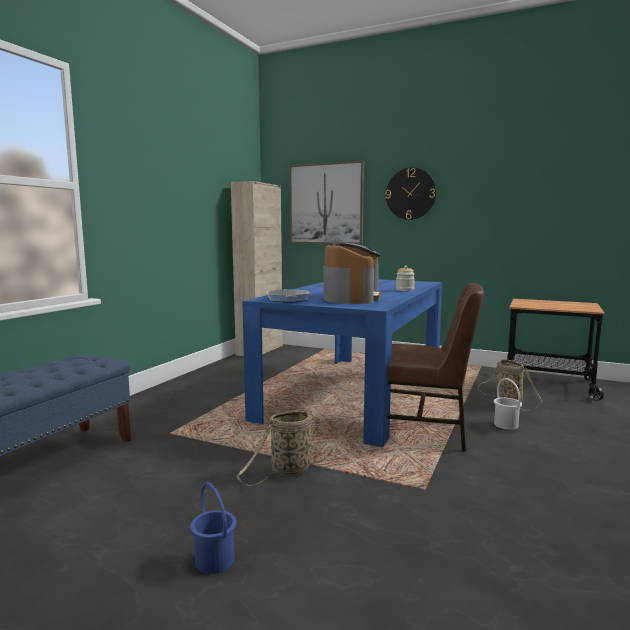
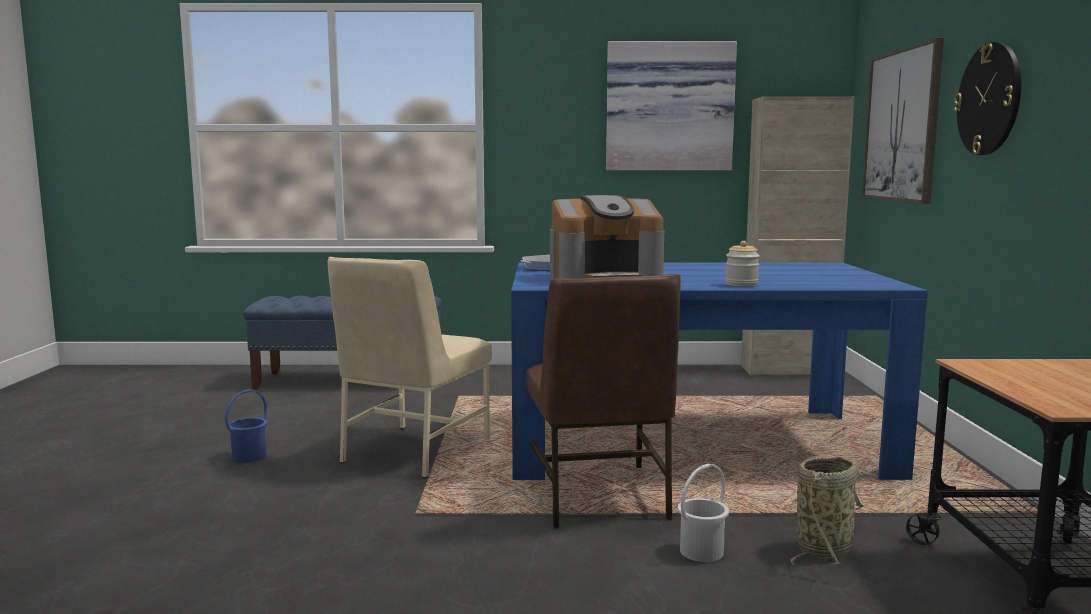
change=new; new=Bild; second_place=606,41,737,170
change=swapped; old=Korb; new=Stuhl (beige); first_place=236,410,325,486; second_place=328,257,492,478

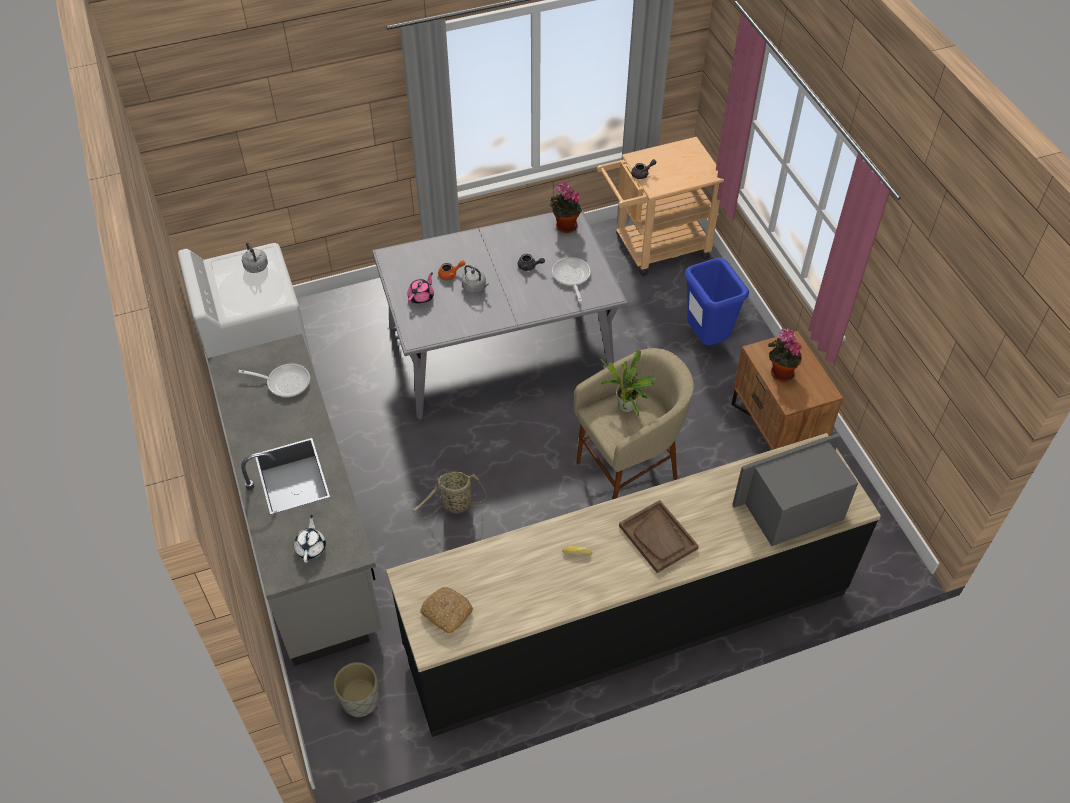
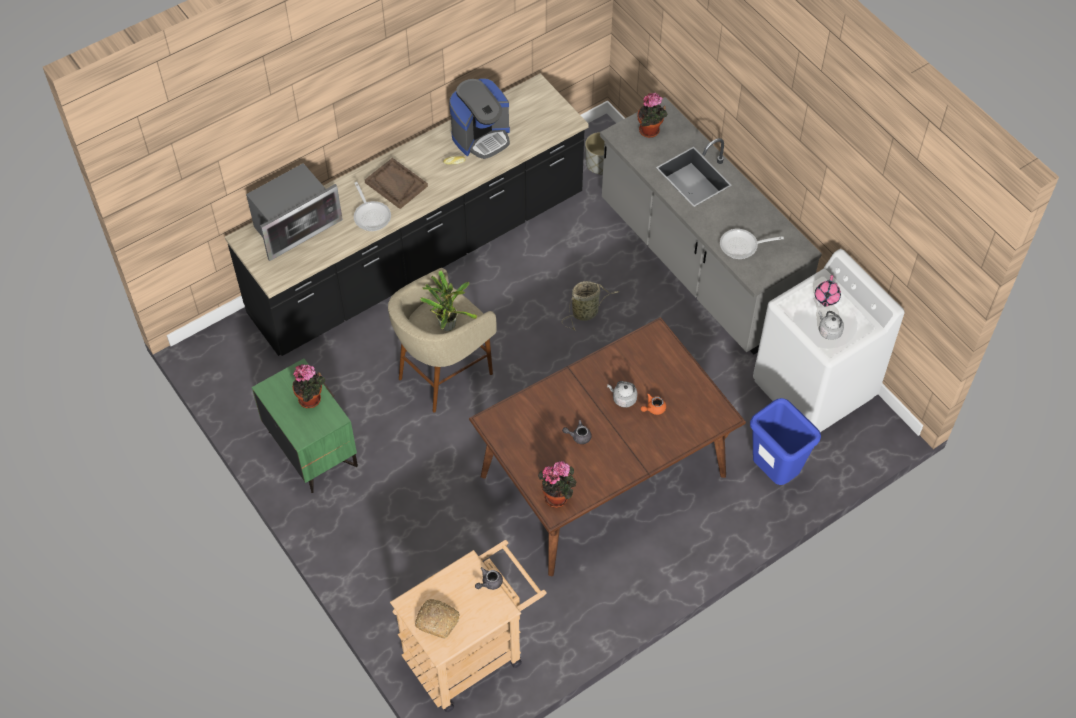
change=new; new=Kaffeemaschine; second_place=449,78,510,159
change=shifted; old=Teekanne (rosa); first_place=407,272,434,304; second_place=815,275,841,307
change=shifted; old=Brot; first_place=420,587,473,633; second_place=415,599,460,639
change=shifted; old=Pfanne; first_place=552,257,591,302; second_place=354,182,391,231
change=shifted; old=Mülleimer (blau); first_place=685,258,749,345; second_place=750,398,821,485
change=swapped; old=Teekanne (weiß); new=Topfpflanze; first_place=294,515,326,563; second_place=637,93,668,138
change=repainted; old=Esstisch (grau); new=Esstisch (braun); first_place=372,208,628,419; second_place=469,317,746,576
change=repainted; old=Nachttisch (braun); new=Nachttisch (grün); first_place=731,331,843,450; second_place=252,358,358,493

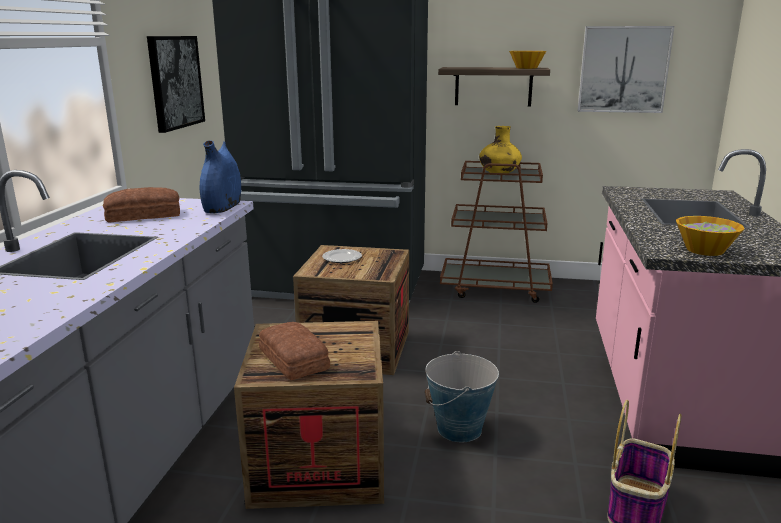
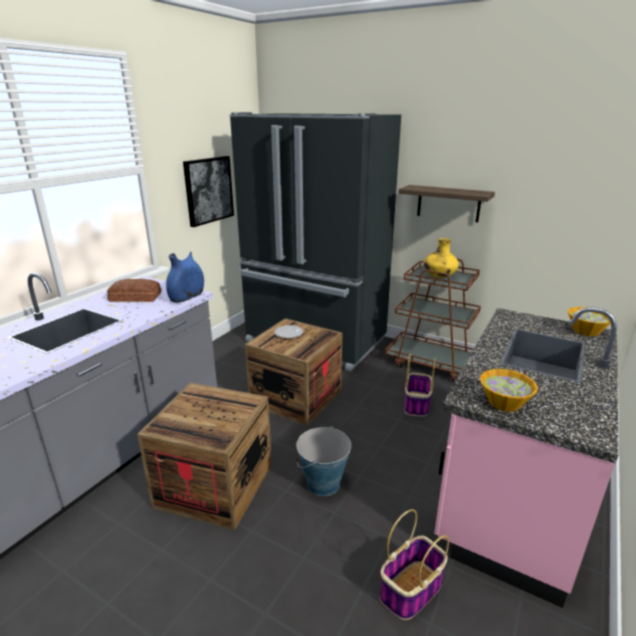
change=gone; old=Brot; first_place=259,322,330,380
change=gone; old=Bild; first_place=578,26,674,113
change=new; new=Korb; second_place=404,354,436,417
change=shifted; old=Schüssel; first_place=509,51,546,69; second_place=568,307,611,336

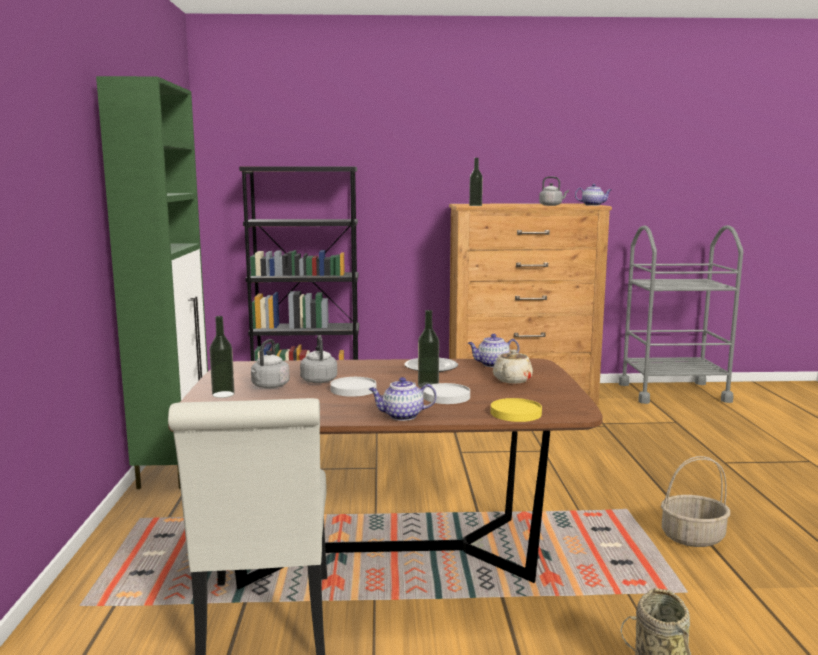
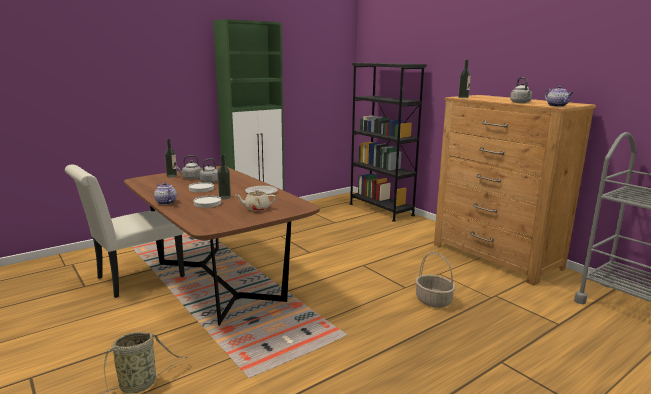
change=gone; old=Teekanne; first_place=468,334,519,367
change=gone; old=Teller (gelb); first_place=491,398,542,422
change=shifted; old=Korb; first_place=661,456,730,547; second_place=415,252,455,308

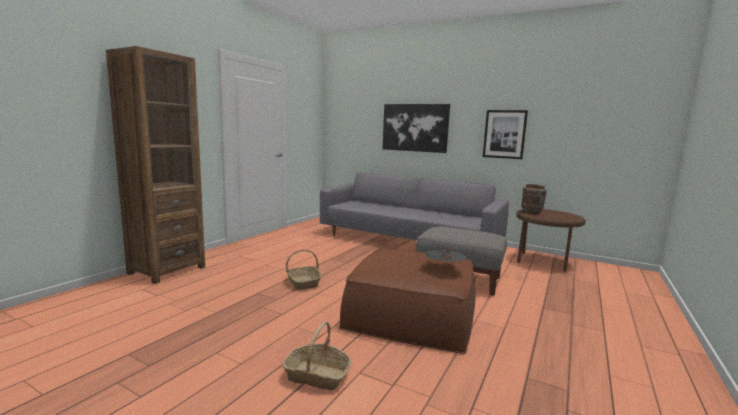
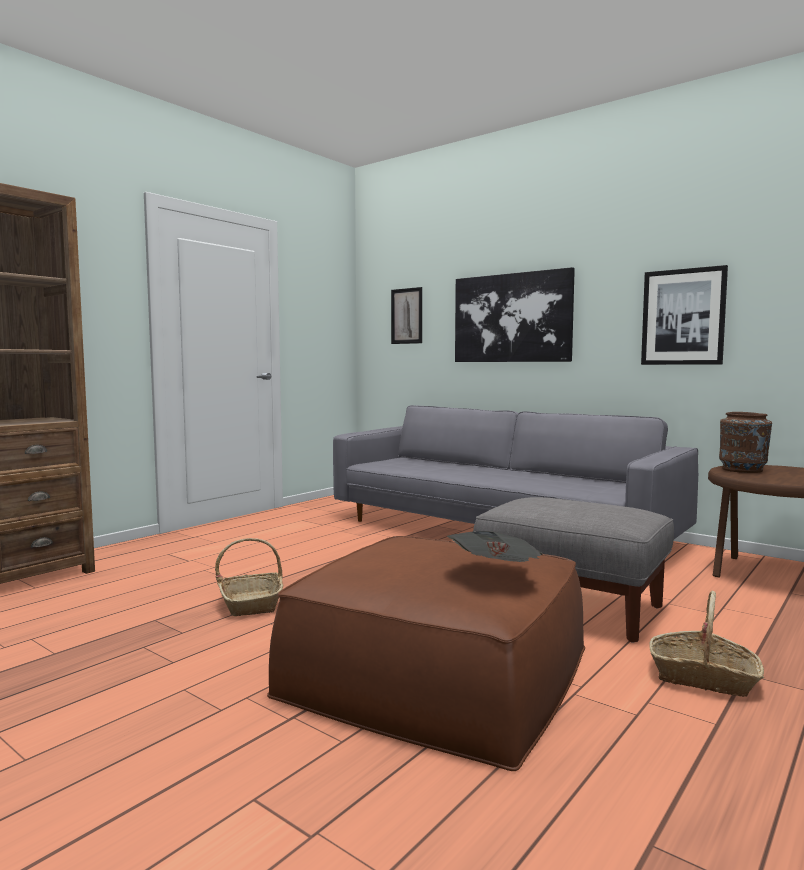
change=new; new=Bild; second_place=391,287,422,344
change=shifted; old=Korb; first_place=283,321,351,390; second_place=649,591,764,697

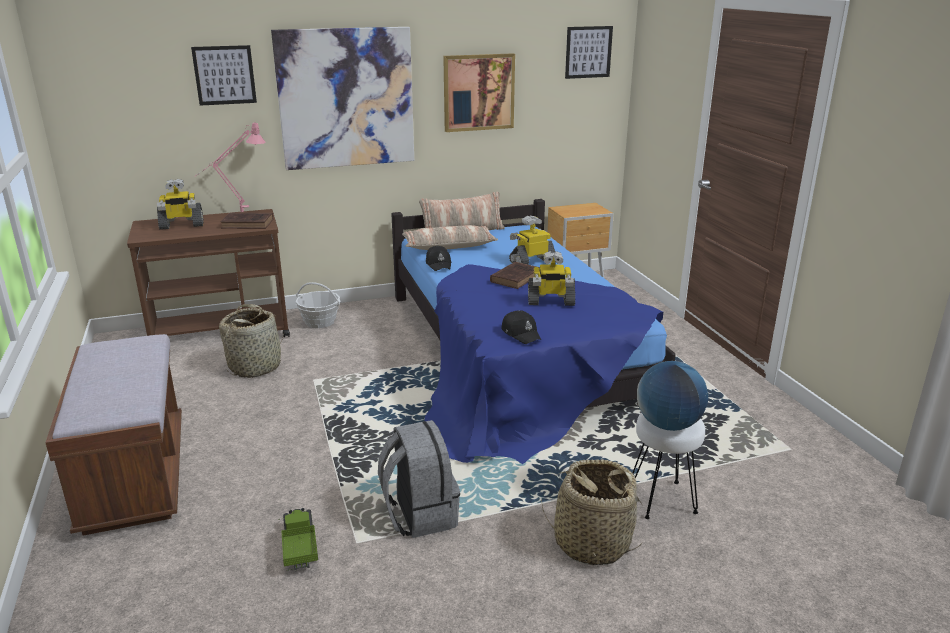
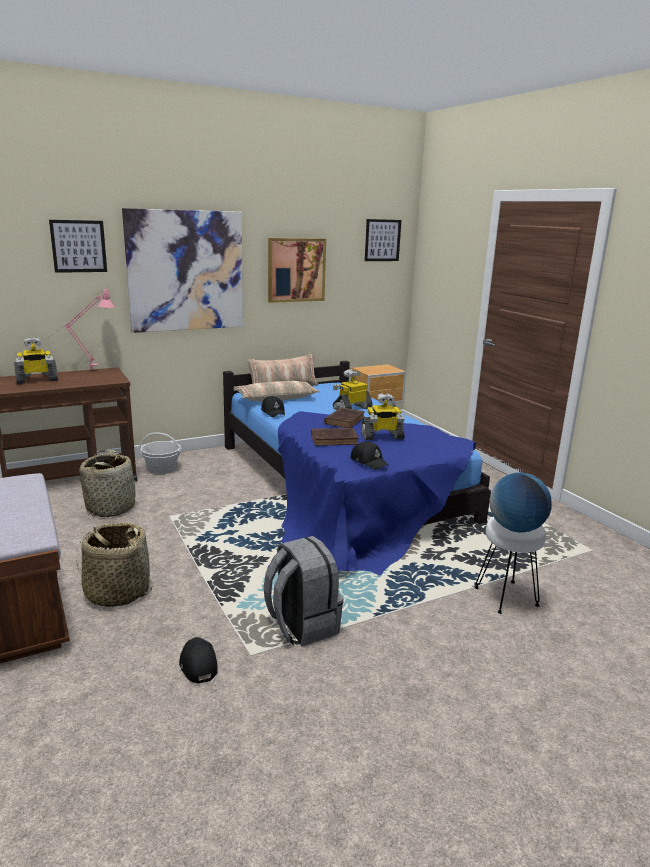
change=shifted; old=Buch (braun); first_place=220,213,273,229; second_place=311,428,359,446
change=shifted; old=Korb; first_place=541,459,643,566; second_place=76,522,152,607
change=swapped; old=Spielzeuglaster; new=Kappe (schwarz); first_place=278,508,318,570; second_place=179,637,218,683

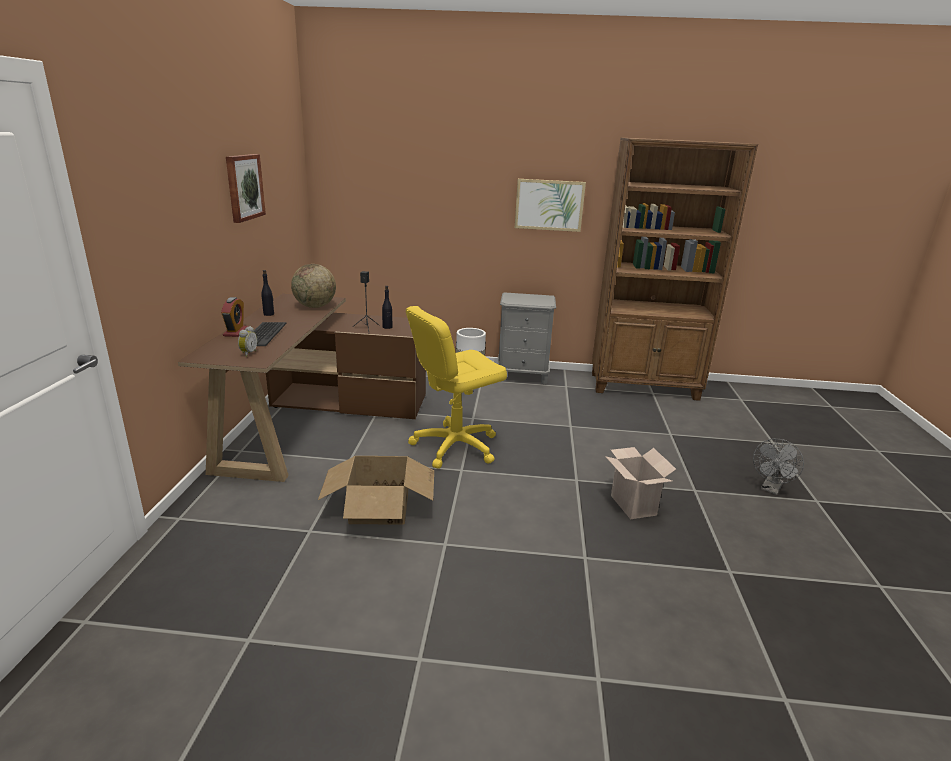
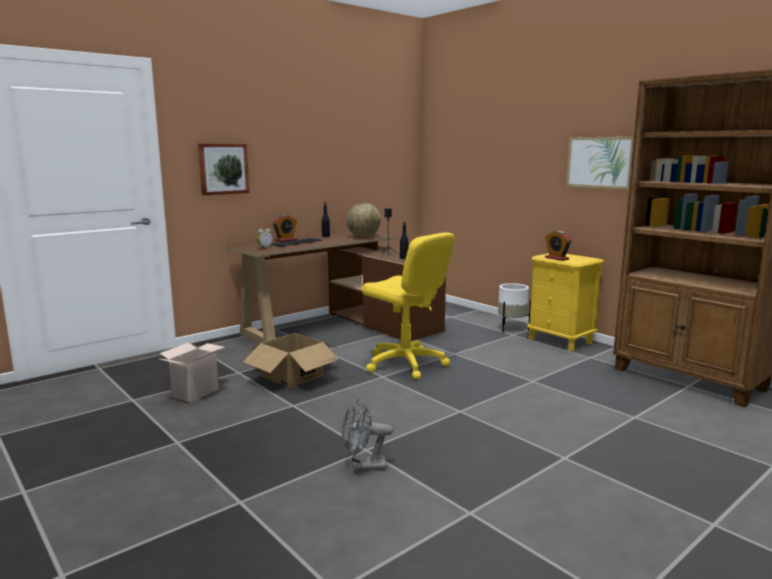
change=new; new=Wecker; second_place=545,231,572,261
change=shifted; old=Bild; first_place=226,154,266,223; second_place=198,144,250,195
change=shifted; old=Karton; first_place=605,447,676,519; second_place=160,343,225,403
change=shifted; old=Ventilator (grau); first_place=753,439,804,495; second_place=342,398,393,472
change=repainted; old=Nachttisch (grau); new=Nachttisch (gelb); first_place=497,292,556,384; second_place=527,253,604,351
change=rotated; old=Bürostuhl (gelb); first_place=406,306,507,468; second_place=362,232,455,379; degrees=-150

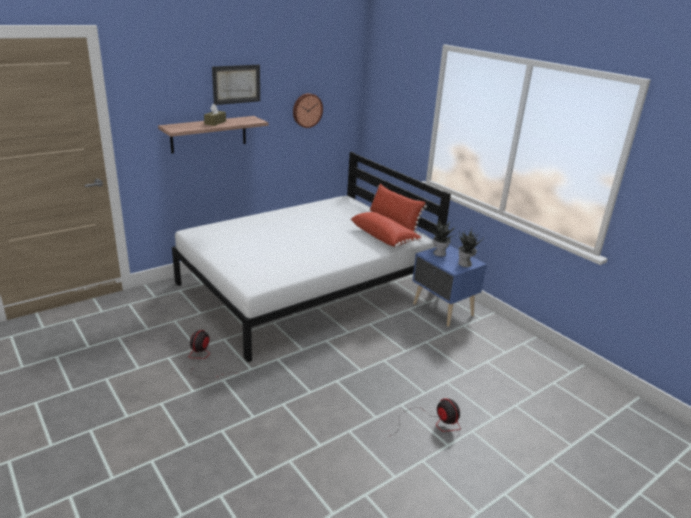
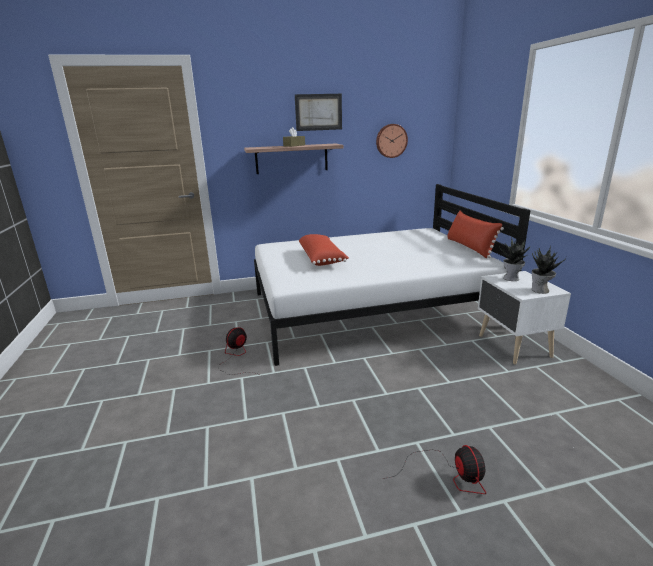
change=shifted; old=Kissen (rot); first_place=350,212,421,247; second_place=299,234,349,266
change=repainted; old=Nachttisch (blau); new=Nachttisch (weiß); first_place=412,245,487,326; second_place=478,271,571,364

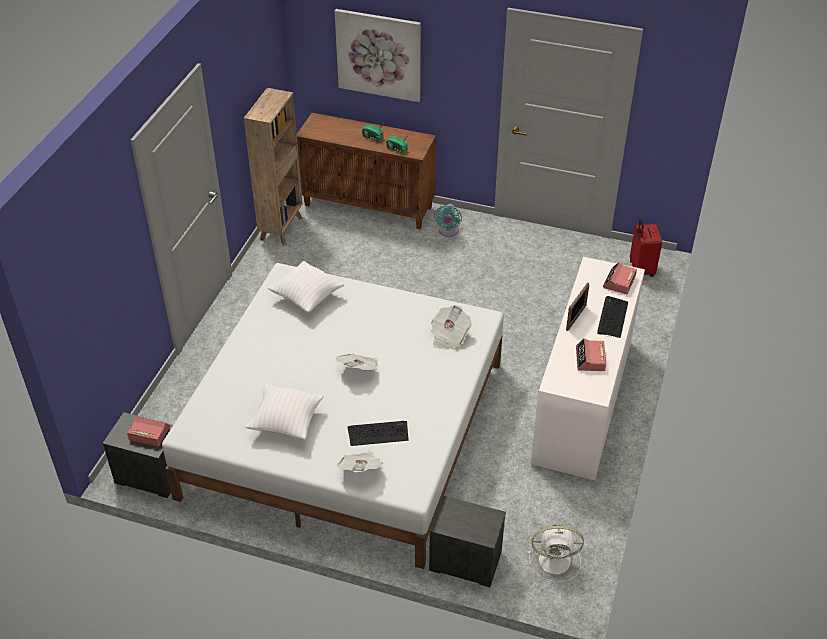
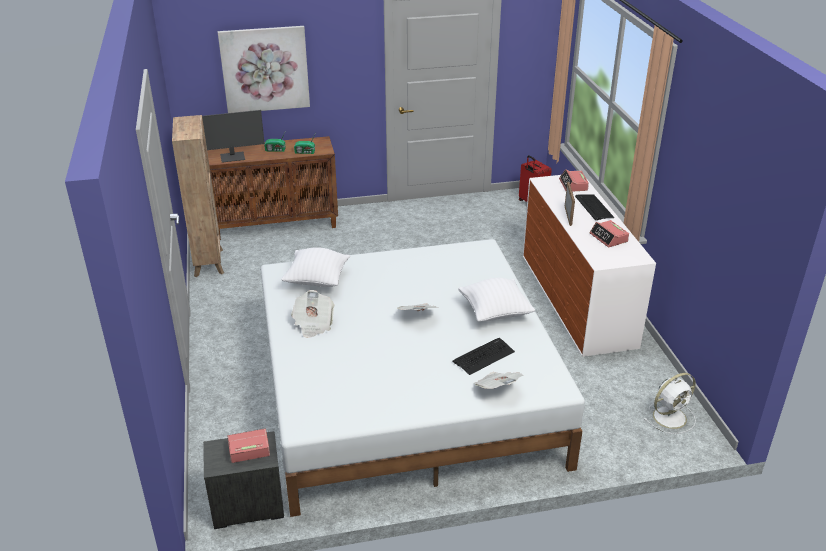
change=gone; old=Nachttisch; first_place=429,496,506,587
change=gone; old=Ventilator (türkis); first_place=434,204,462,237
change=new; new=Monitor; second_place=202,110,265,163
change=shifted; old=Kissen (weiß); first_place=246,384,324,440; second_place=459,278,535,322
change=shifted; old=Zeitung; first_place=431,305,471,349; second_place=291,290,334,338

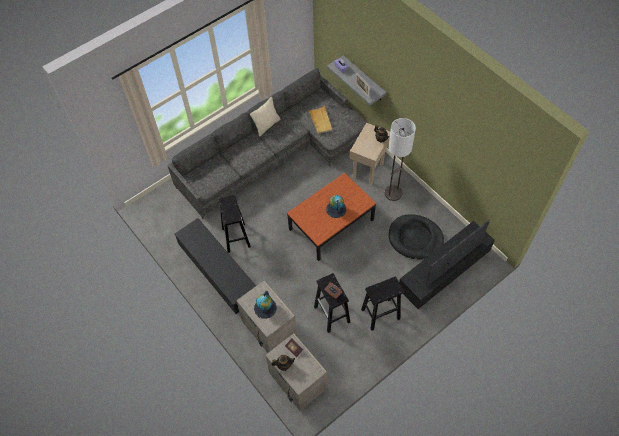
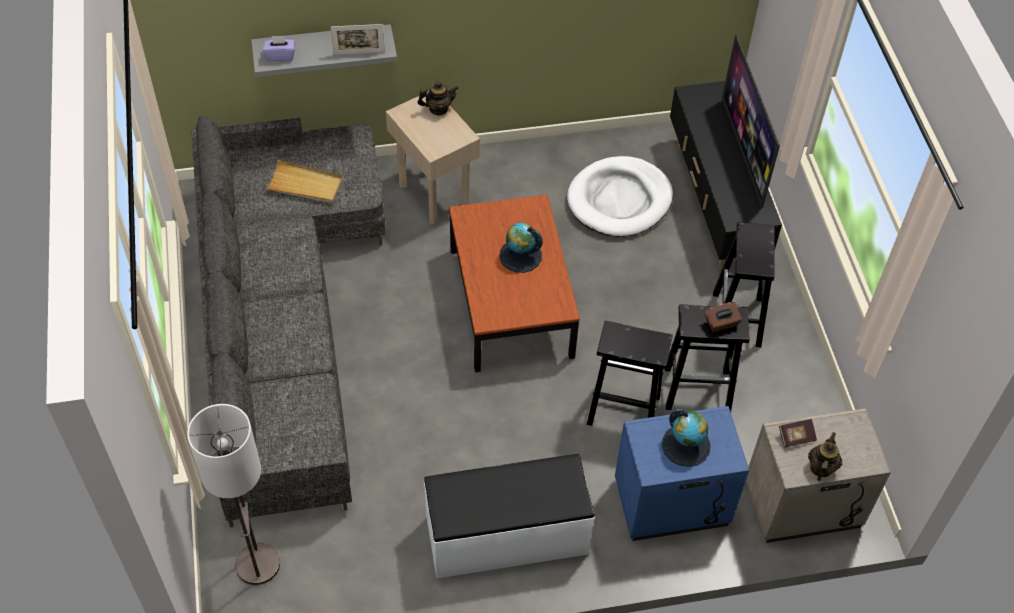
change=gone; old=Kissen (beige); first_place=250,97,280,137
change=shifted; old=Hocker (schwarz); first_place=218,195,251,253; second_place=587,321,673,426
change=shifted; old=Stehlampe; first_place=385,118,416,201; second_place=187,404,280,585
change=swapped; old=Fernsehschrank (schwarz); new=Bank (weiß); first_place=175,218,256,314; second_place=424,454,595,578
change=repainted; old=Nachttisch (beige); new=Nachttisch (blau); first_place=236,281,297,352; second_place=615,406,749,541
change=repainted; old=Hundebett (schwarz); new=Hundebett (weiß); first_place=389,214,444,259; second_place=567,156,673,237

